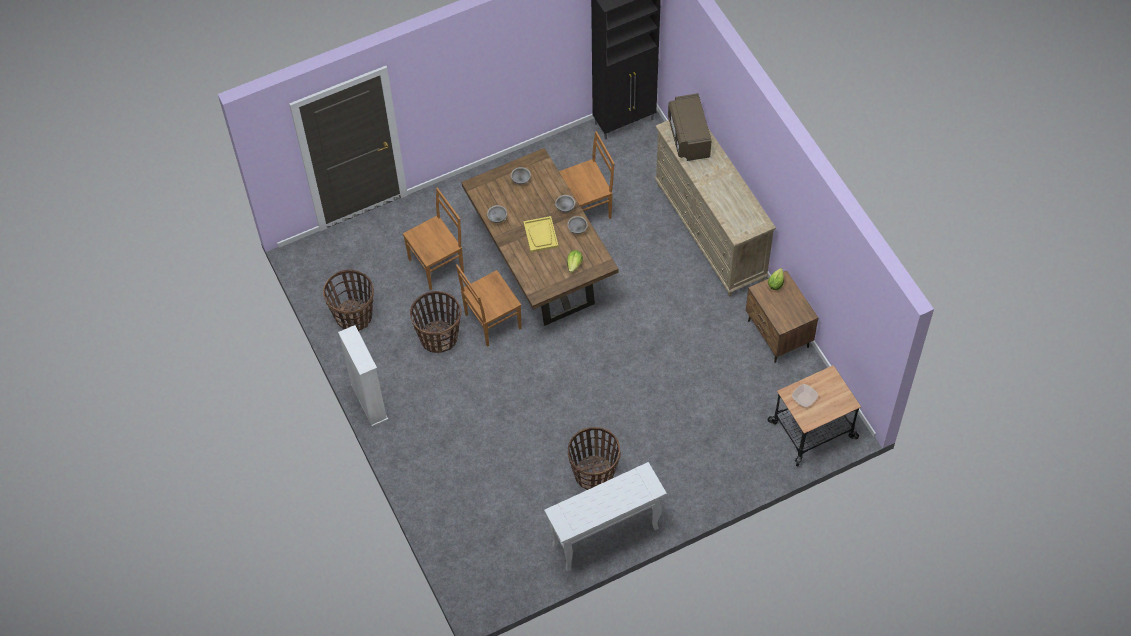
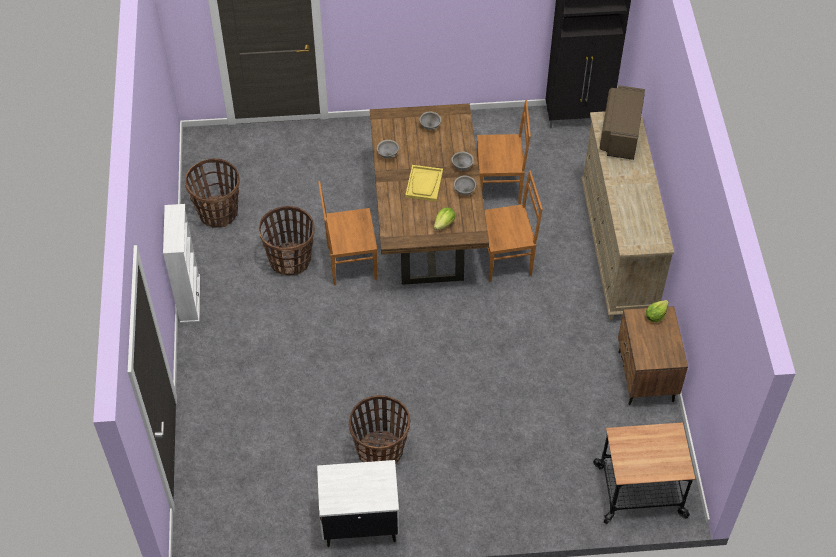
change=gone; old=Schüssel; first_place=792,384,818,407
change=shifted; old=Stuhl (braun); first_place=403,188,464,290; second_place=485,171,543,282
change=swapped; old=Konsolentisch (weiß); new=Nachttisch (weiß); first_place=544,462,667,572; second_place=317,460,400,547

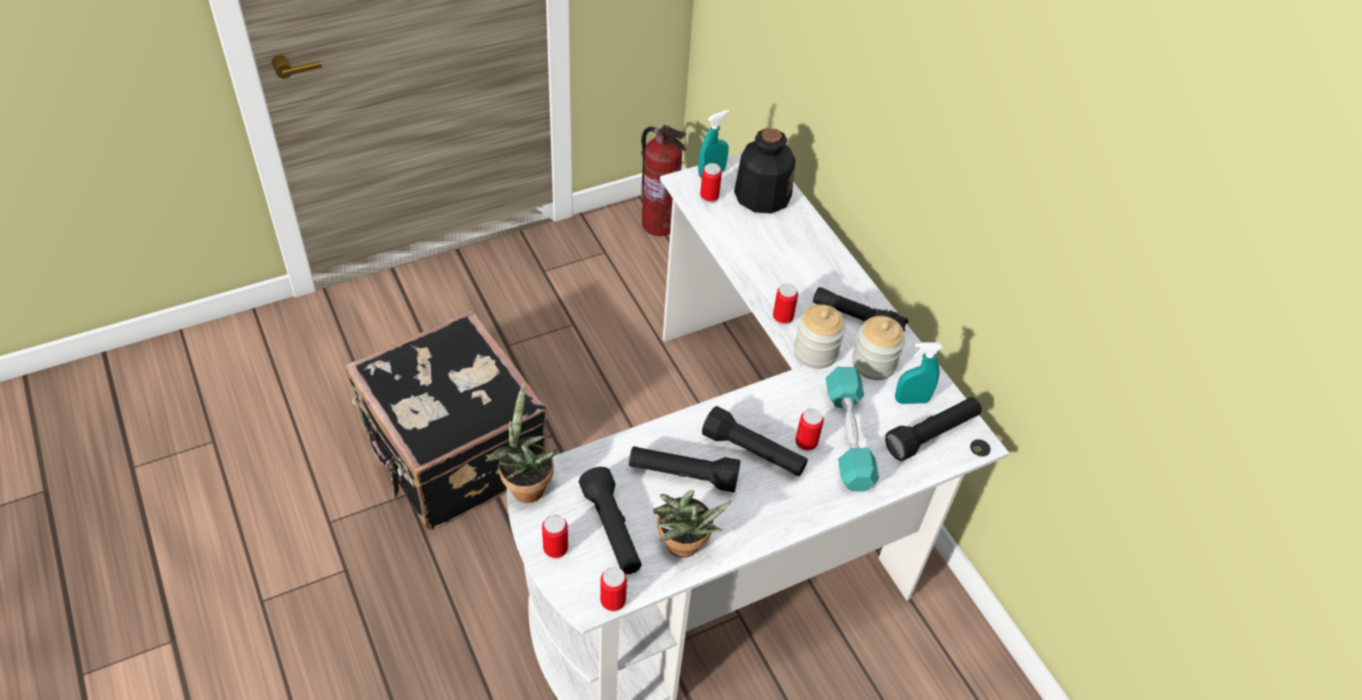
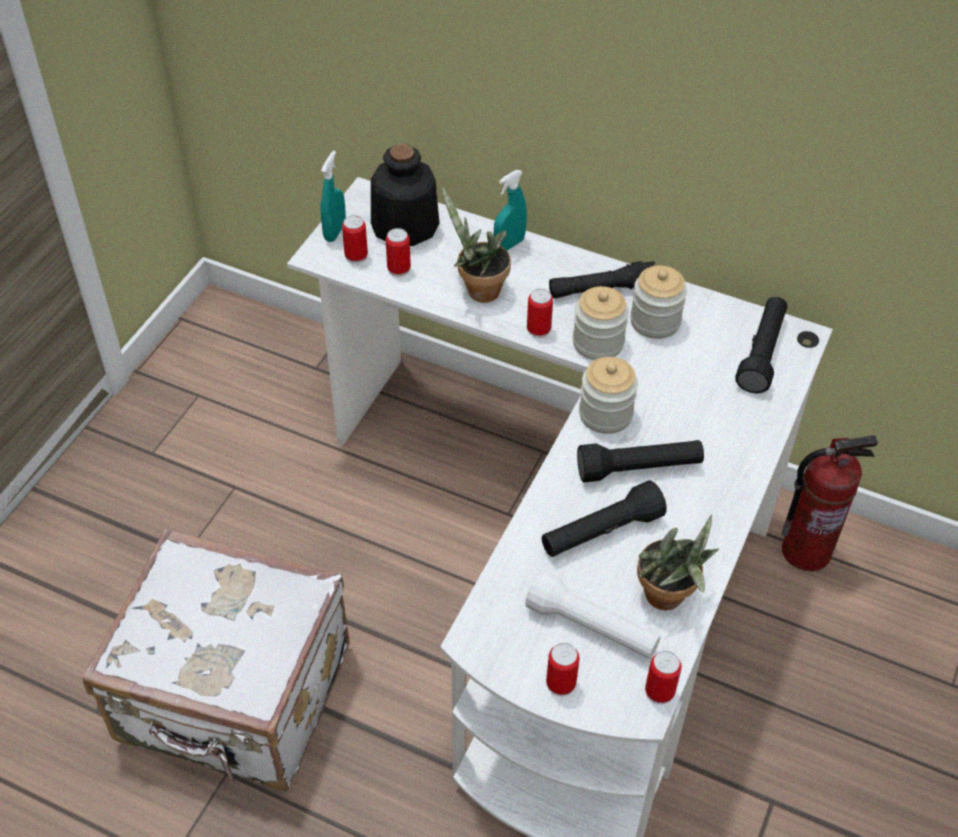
change=gone; old=Hantel (türkis); first_place=826,367,879,492
change=new; new=Vorratsglas; second_place=579,357,638,434
change=shifted; old=Topfpflanze; first_place=485,382,558,503; second_place=442,188,511,303
change=shifted; old=Feuerlöscher; first_place=641,124,686,236; second_place=782,435,878,571
change=shifted; old=Dose; first_place=795,408,824,452; second_place=386,228,411,277
change=shifted; old=Sprühflasche (türkis); first_place=895,343,943,404; second_place=494,170,527,251
change=repainted; old=Koffer (schwarz); new=Koffer (weiß); first_place=345,310,549,530; second_place=82,529,349,791
change=repainted; old=Taschenlampe (schwarz); new=Taschenlampe (weiß); first_place=579,467,642,575; second_place=525,571,660,659

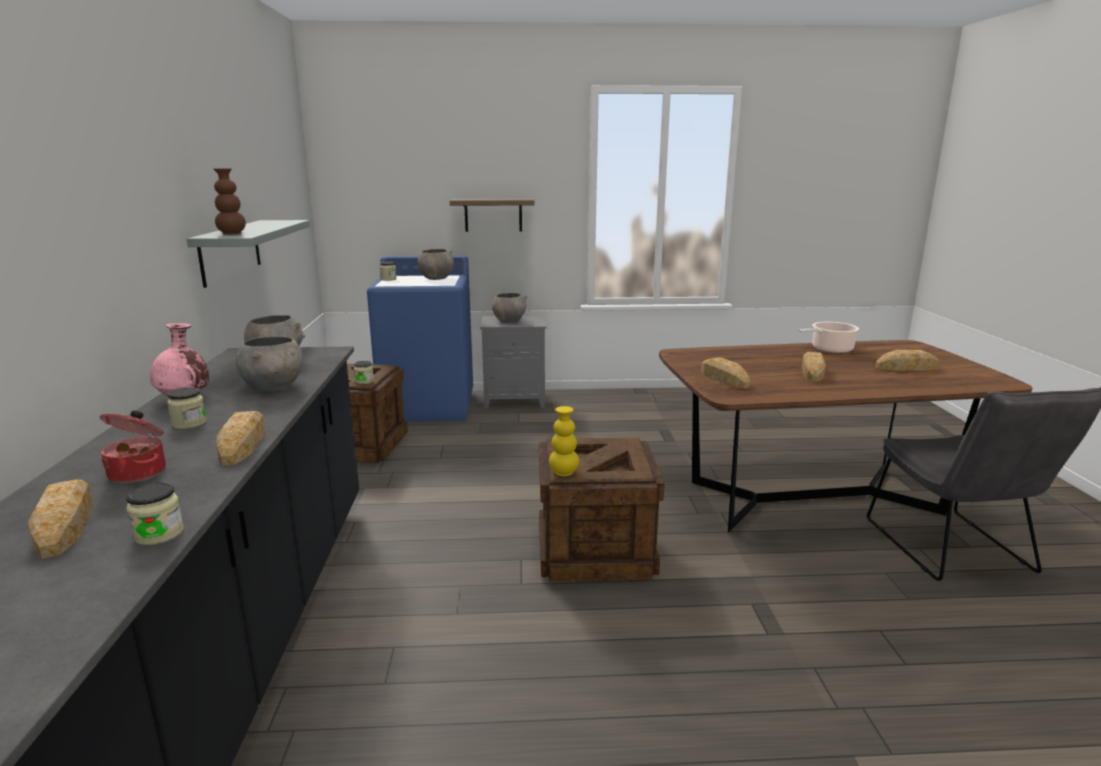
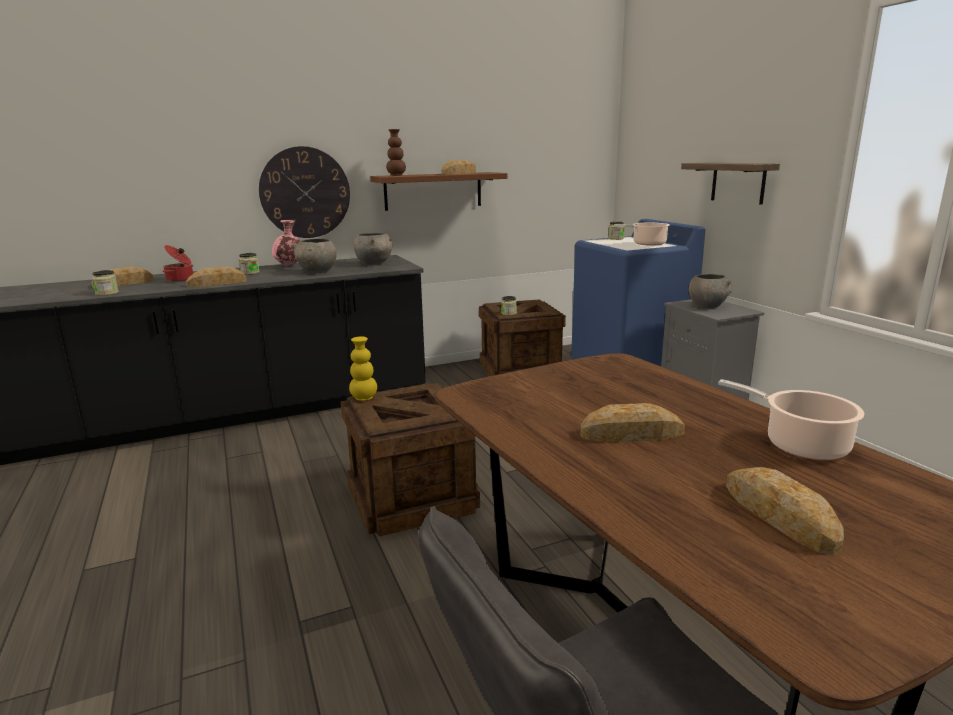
change=new; new=Wanduhr; second_place=259,146,350,238
change=shifted; old=Brot; first_place=701,357,750,389; second_place=442,160,476,174
change=swapped; old=Schüssel (grau); new=Kochtopf; first_place=417,249,454,280; second_place=614,223,670,246
change=repainted; old=Wandregal (grau); new=Wandregal (braun); first_place=187,220,310,288; second_place=370,172,508,211

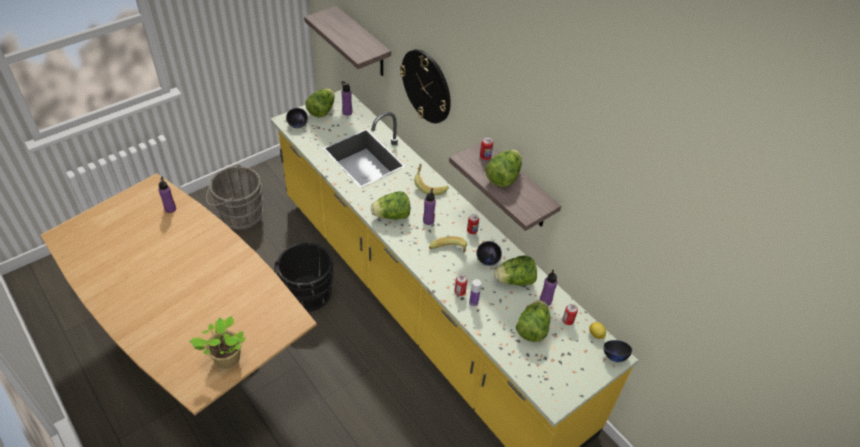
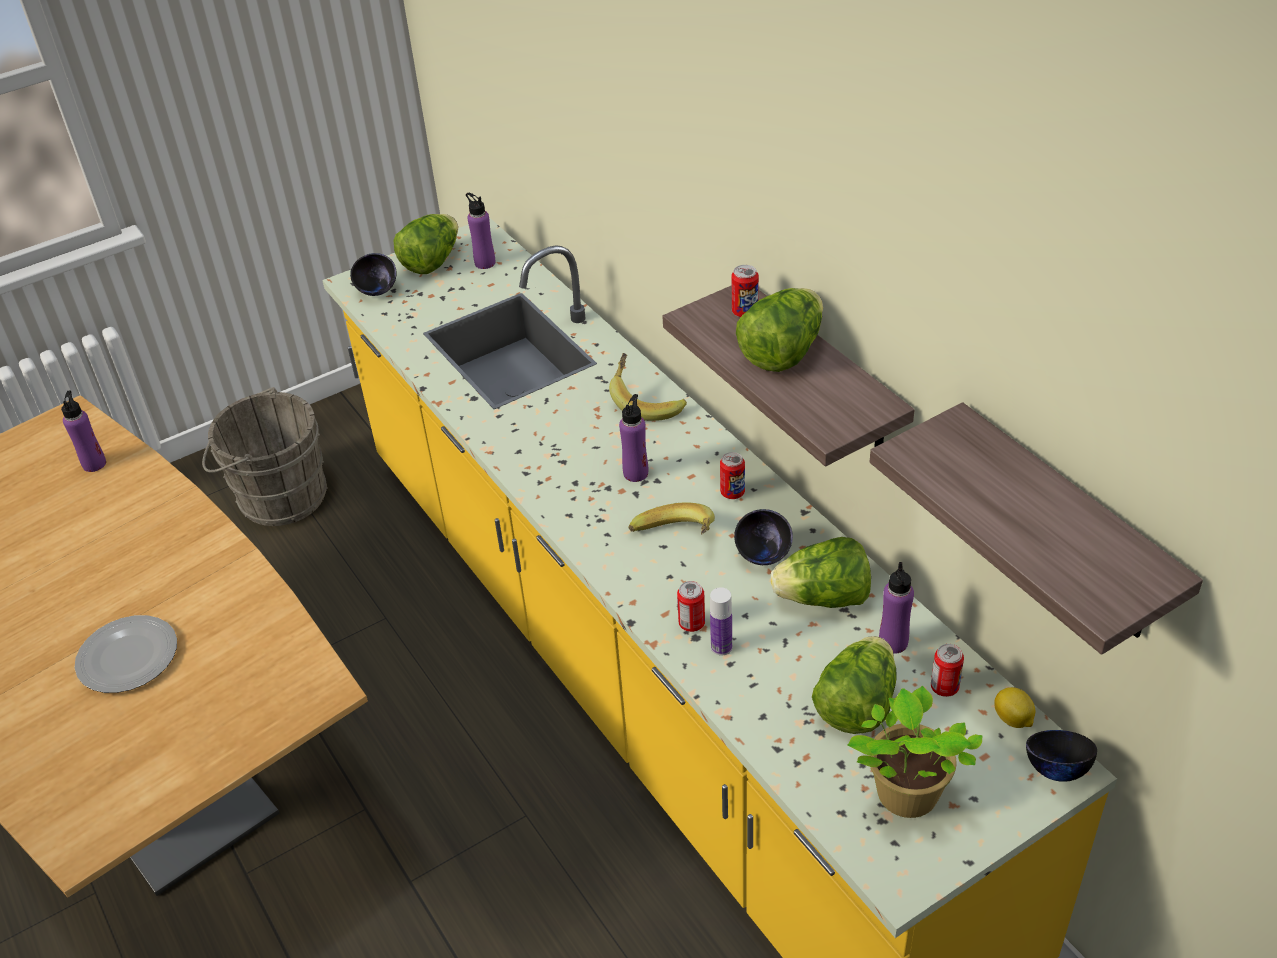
change=gone; old=Eimer (schwarz); first_place=274,242,333,312
change=gone; old=Salatkopf; first_place=371,191,410,220
change=gone; old=Wanduhr; first_place=400,49,451,123
change=new; new=Teller; second_place=74,615,177,693
change=shifted; old=Topfpflanze; first_place=189,316,246,368; second_place=847,686,983,818
change=shifted; old=Wandregal; first_place=304,6,391,76; second_place=870,402,1203,655

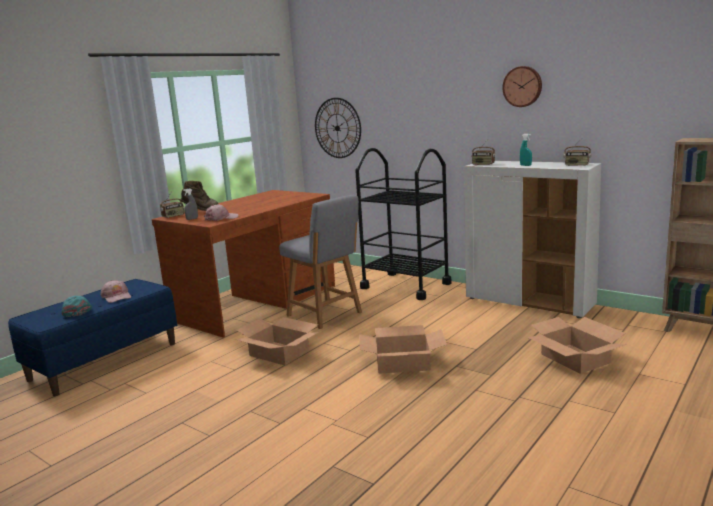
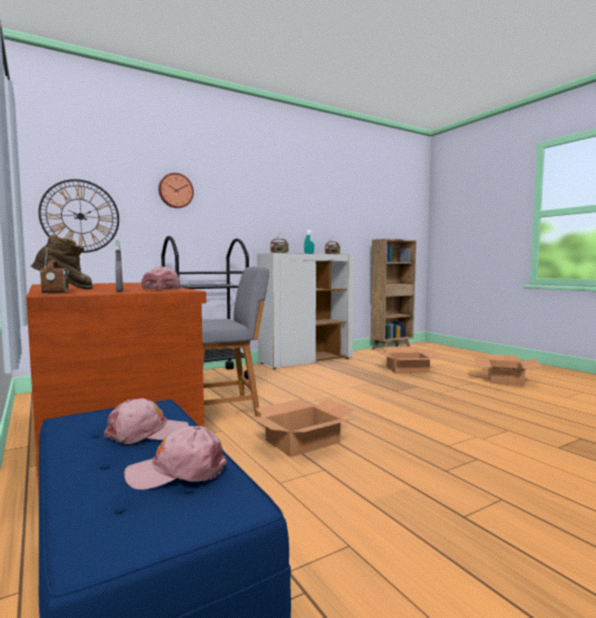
change=shifted; old=Karton; first_place=359,325,447,374; second_place=474,354,542,386
change=shifted; old=Wanduhr; first_place=502,66,542,107; second_place=158,173,194,208
change=repainted; old=Kappe (türkis); new=Kappe (rosa); first_place=62,296,92,317; second_place=124,426,227,490

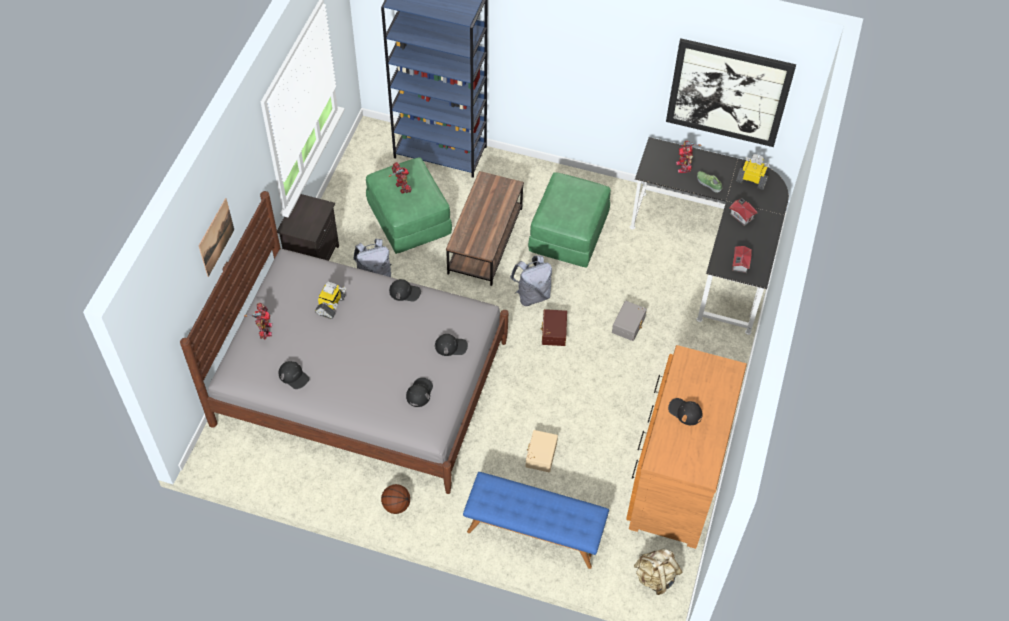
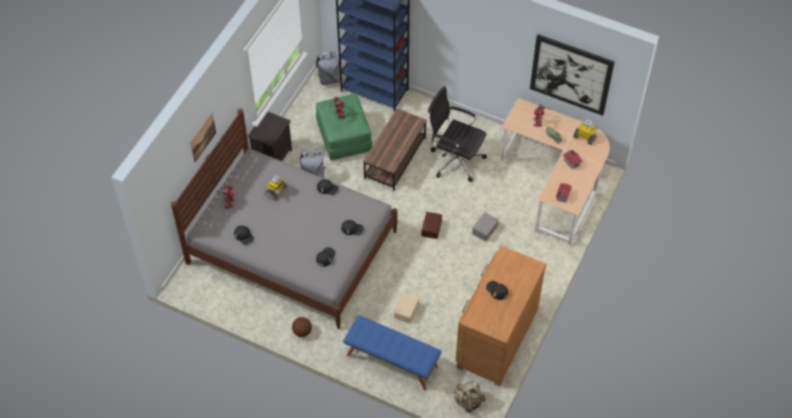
change=shifted; old=Rucksack (grau); first_place=510,255,552,306; second_place=315,52,340,85
change=swapped; old=Polsterhocker (grün); new=Bürostuhl (schwarz); first_place=528,172,611,268; second_place=428,86,487,182
change=repainted; old=Schreibtisch (schwarz); new=Schreibtisch (beige); first_place=630,137,789,335; second_place=500,98,610,247

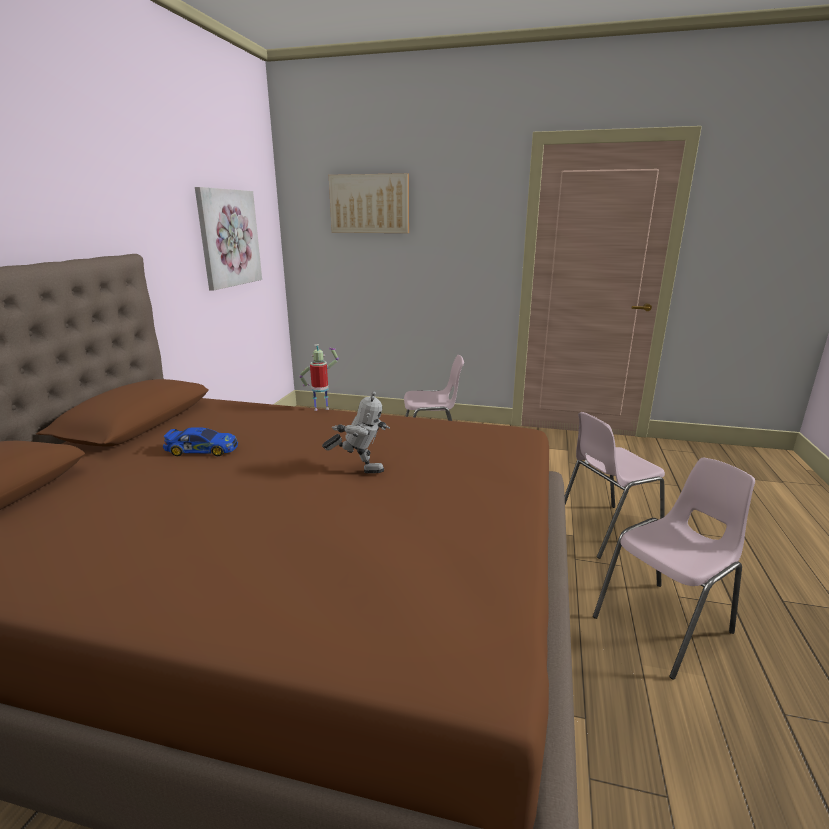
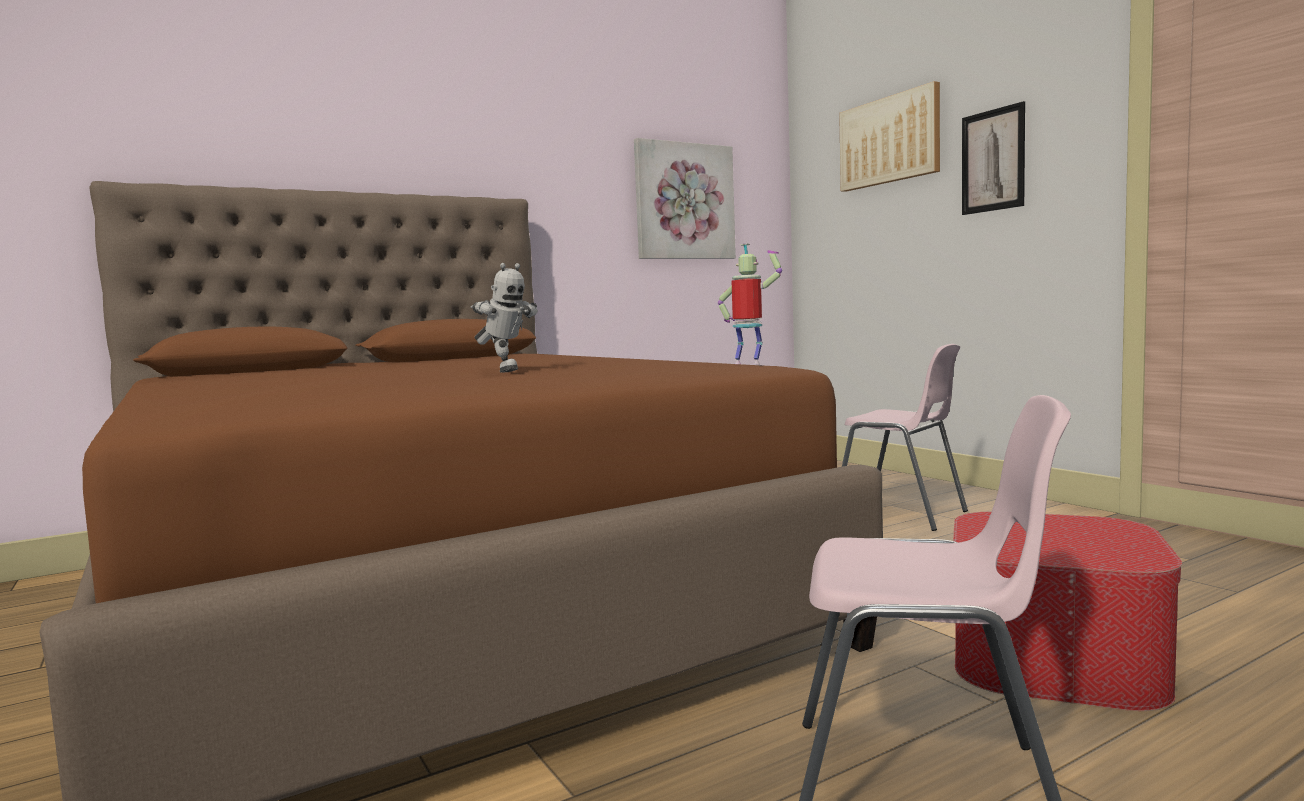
change=gone; old=Spielzeugauto; first_place=163,427,238,456
change=new; new=Bild; second_place=962,101,1025,215
change=shifted; old=Spielzeugroboter; first_place=299,344,339,411; second_place=718,244,782,364
change=swapped; old=Stuhl (rosa); new=Polsterhocker; first_place=565,412,665,559; second_place=953,512,1182,711

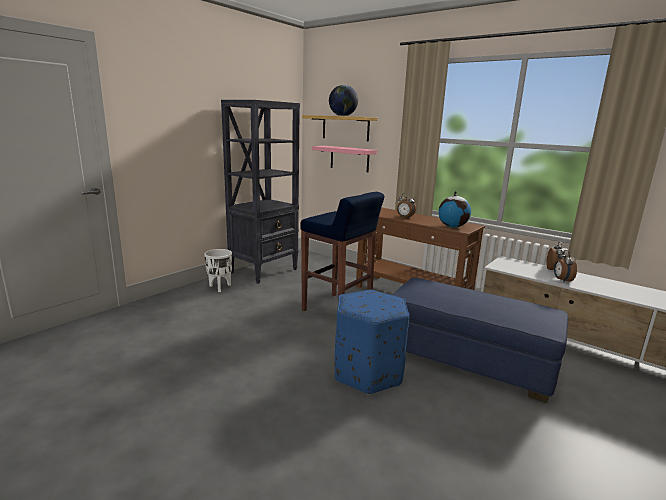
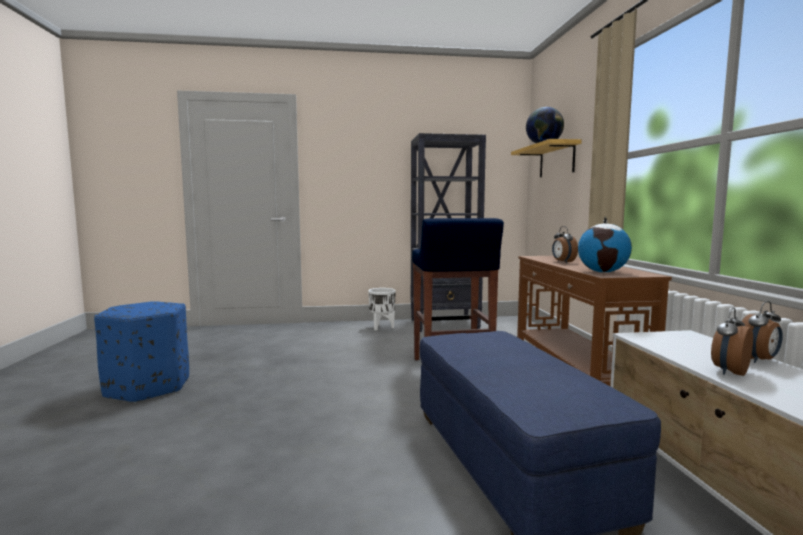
change=gone; old=Wandregal (rosa); first_place=312,146,377,172
change=shifted; old=Polsterhocker (blau); first_place=335,289,409,395; second_place=94,301,189,403

